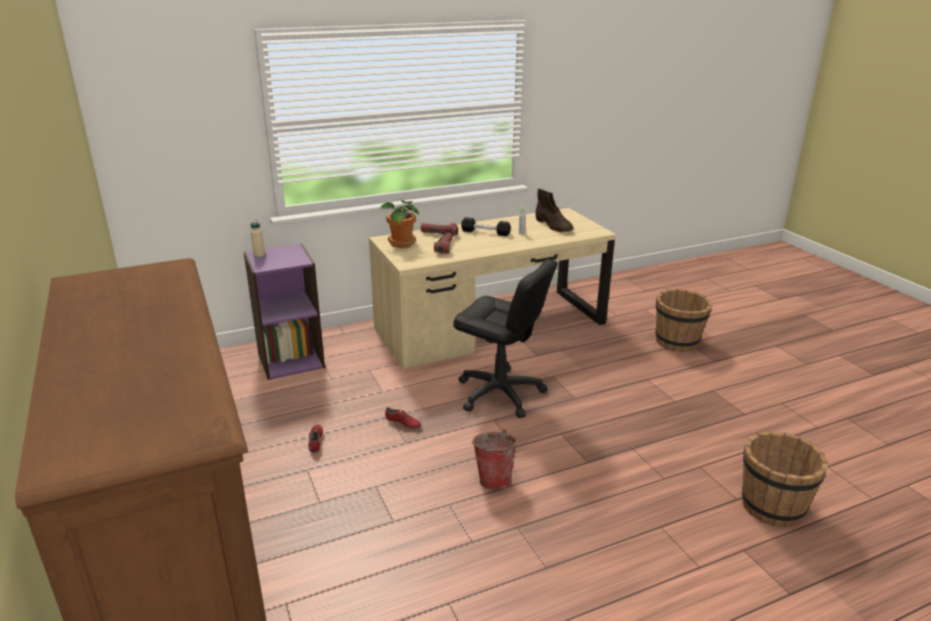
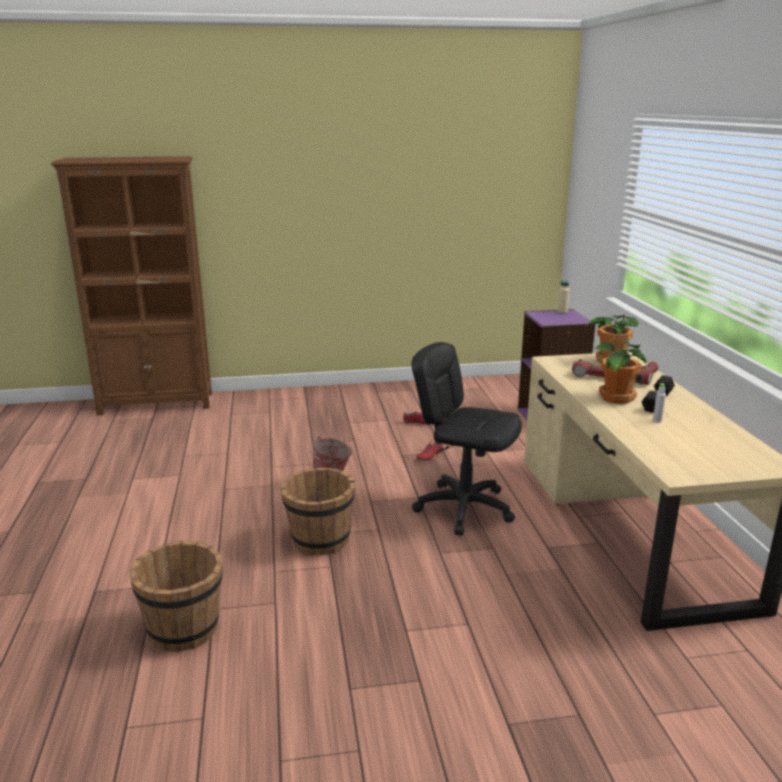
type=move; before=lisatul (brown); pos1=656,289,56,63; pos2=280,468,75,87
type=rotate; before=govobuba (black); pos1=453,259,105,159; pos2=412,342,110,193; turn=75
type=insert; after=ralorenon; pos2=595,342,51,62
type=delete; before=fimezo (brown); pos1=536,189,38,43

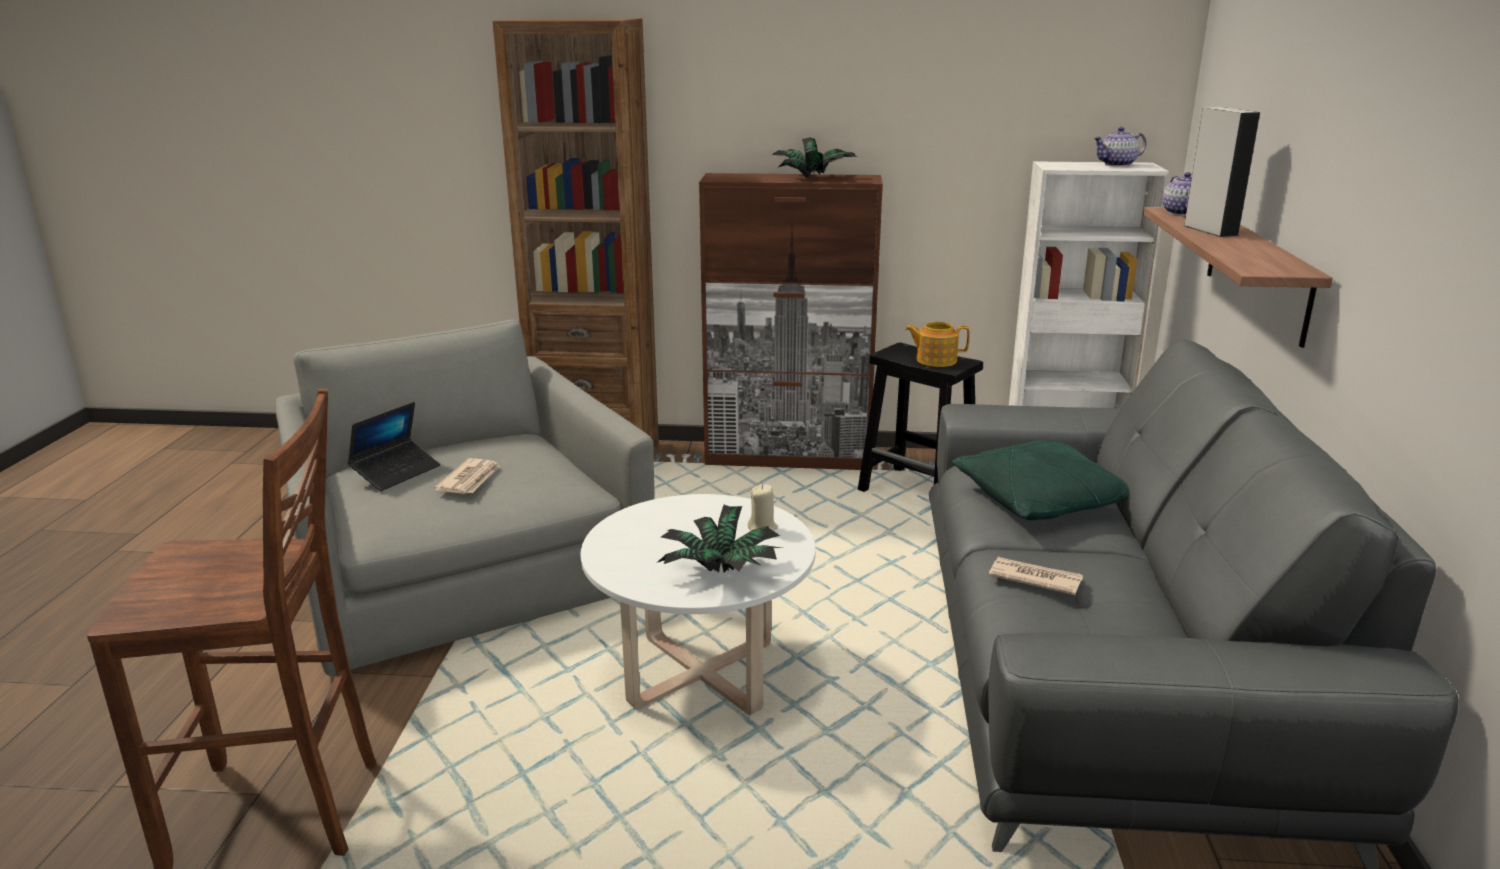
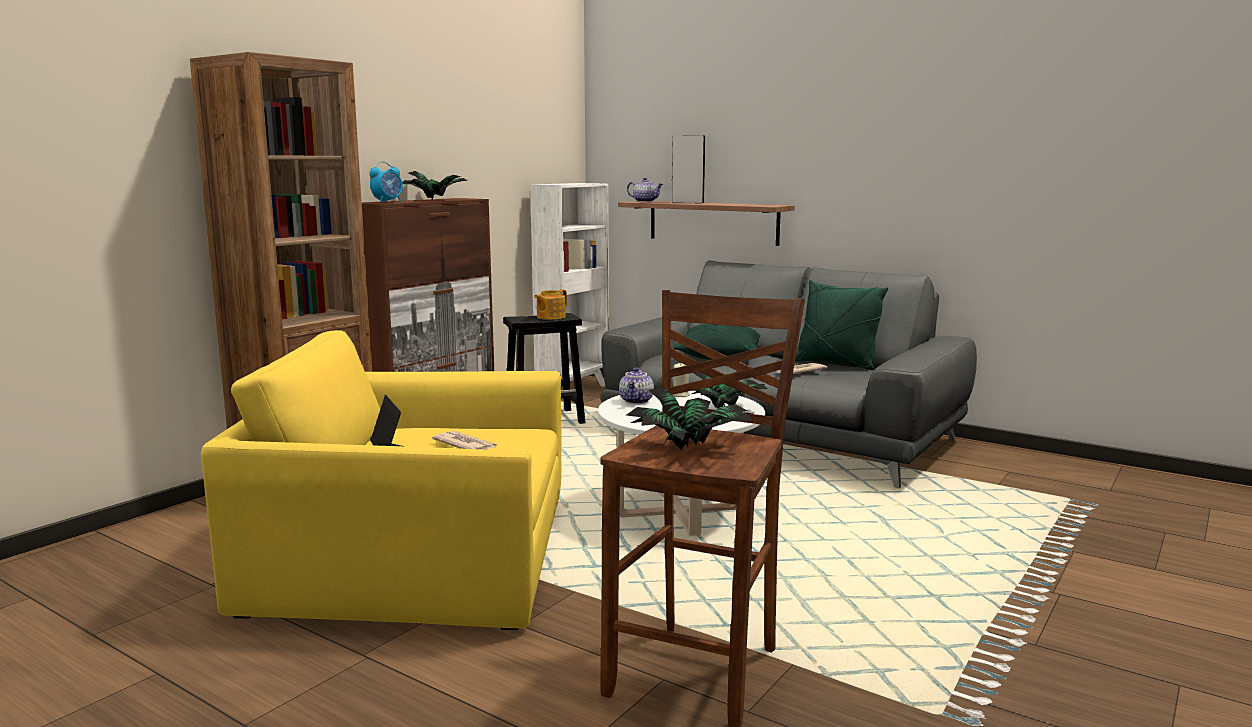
type=recolor; before=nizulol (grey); after=nizulol (yellow); pos1=275,319,380,357; pos2=201,330,361,300
type=insert; after=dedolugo; pos2=369,161,34,42
type=move; before=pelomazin; pos1=1093,127,53,40; pos2=619,368,35,36
type=insert; after=ralorenon; pos2=626,387,126,63
type=insert; after=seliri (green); pos2=795,280,93,90

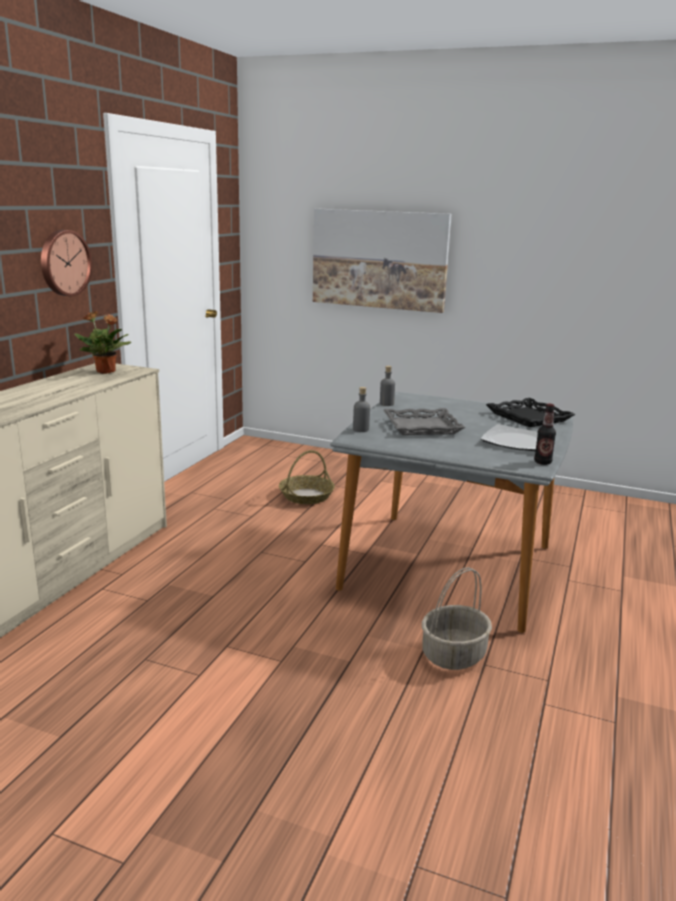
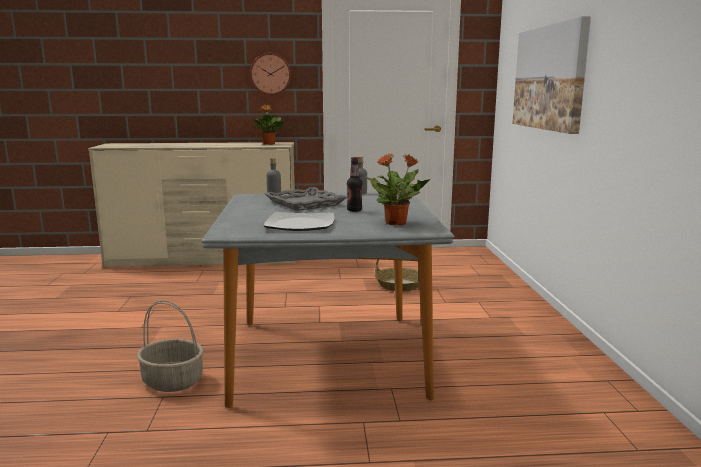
type=move; before=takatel; pos1=534,404,22,61; pos2=347,157,15,55
type=replace; before=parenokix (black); after=ralorenon; pos1=486,398,89,29; pos2=365,154,66,71

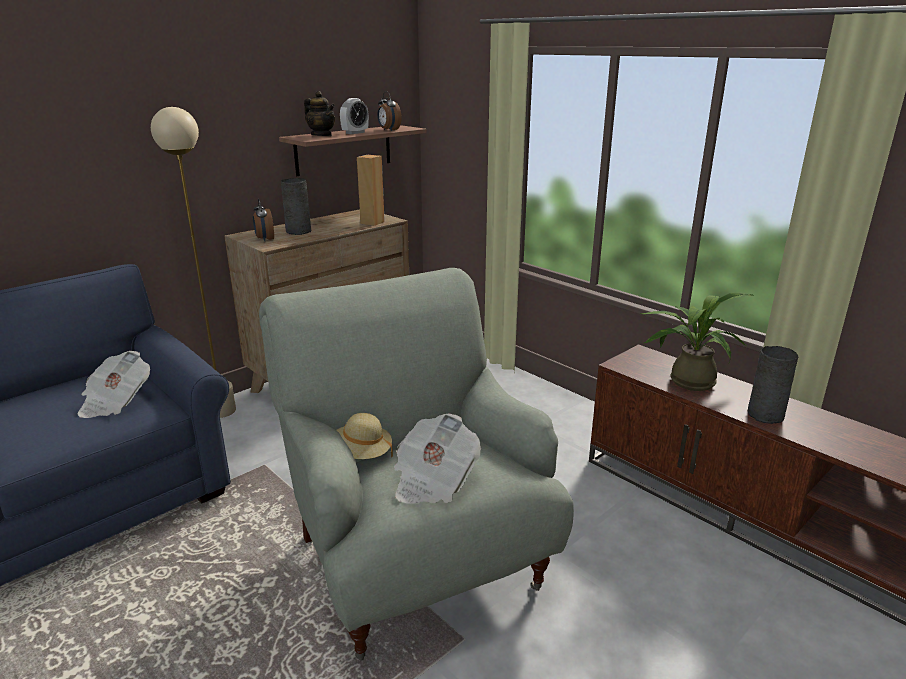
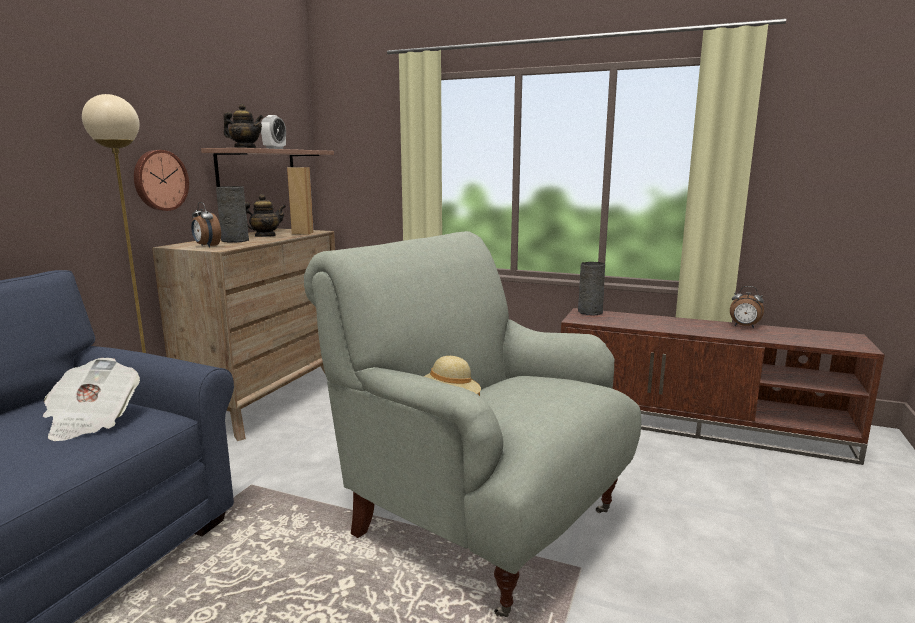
type=insert; after=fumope; pos2=134,150,55,61
type=insert; after=pelomazin; pos2=245,194,41,43
type=move; before=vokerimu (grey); pos1=748,346,51,78; pos2=578,262,27,54
type=move; before=dedolugo; pos1=377,91,25,40; pos2=730,286,34,42
type=delete; before=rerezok; pos1=394,413,87,91
type=delete; before=ralorenon; pos1=640,293,112,98

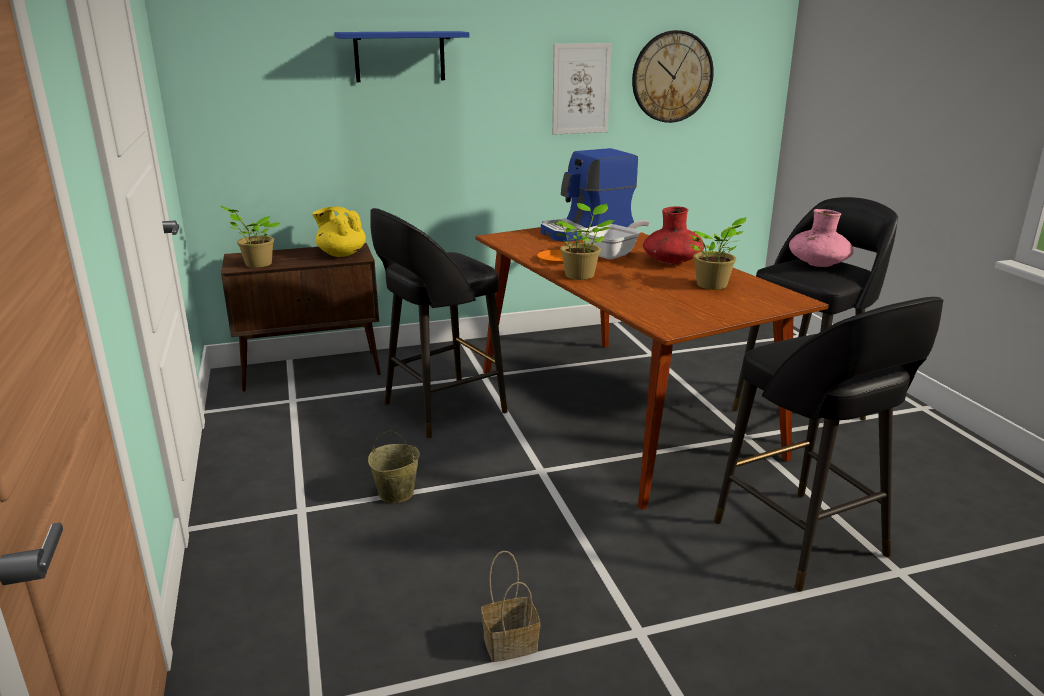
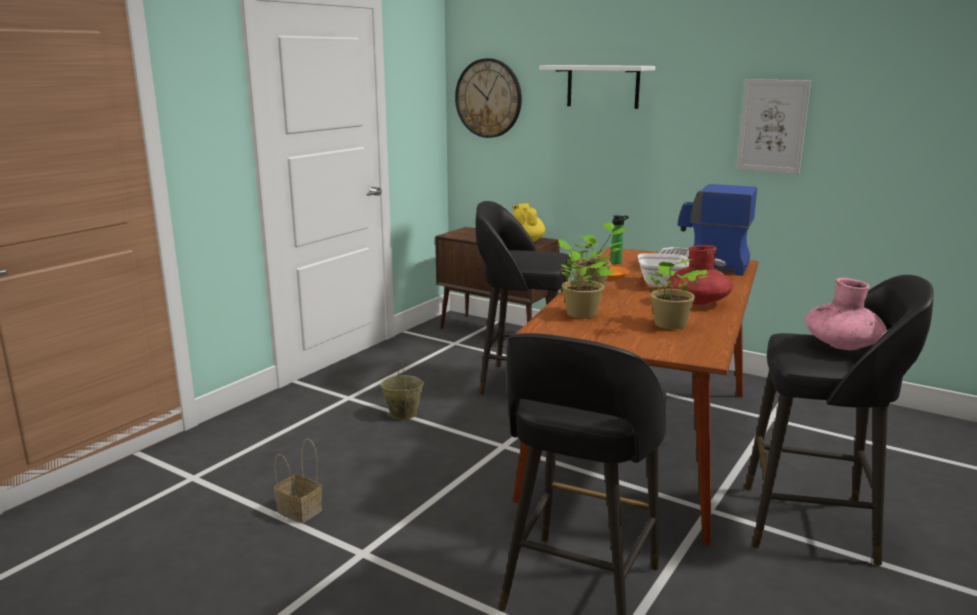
type=move; before=fumope; pos1=632,30,82,93; pos2=455,58,67,80
type=recolor; before=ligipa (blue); after=ligipa (white); pos1=334,31,135,51; pos2=539,65,116,44
type=move; before=ralorenon; pos1=220,206,60,62; pos2=558,239,56,80
type=insert; after=takatel; pos2=611,215,18,49

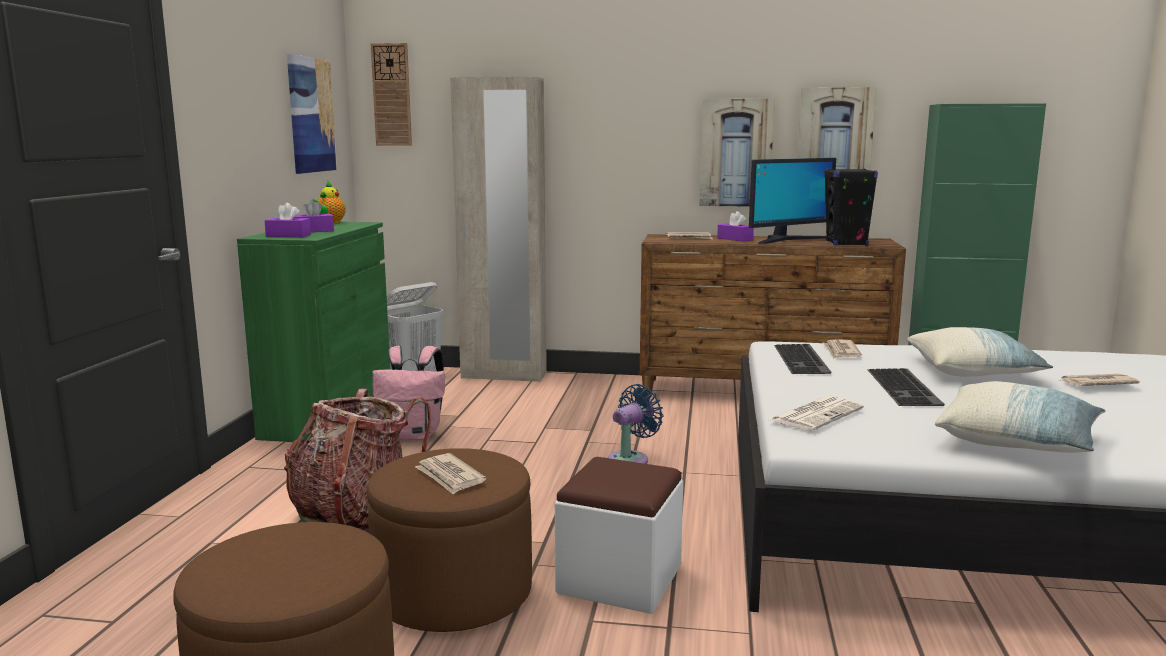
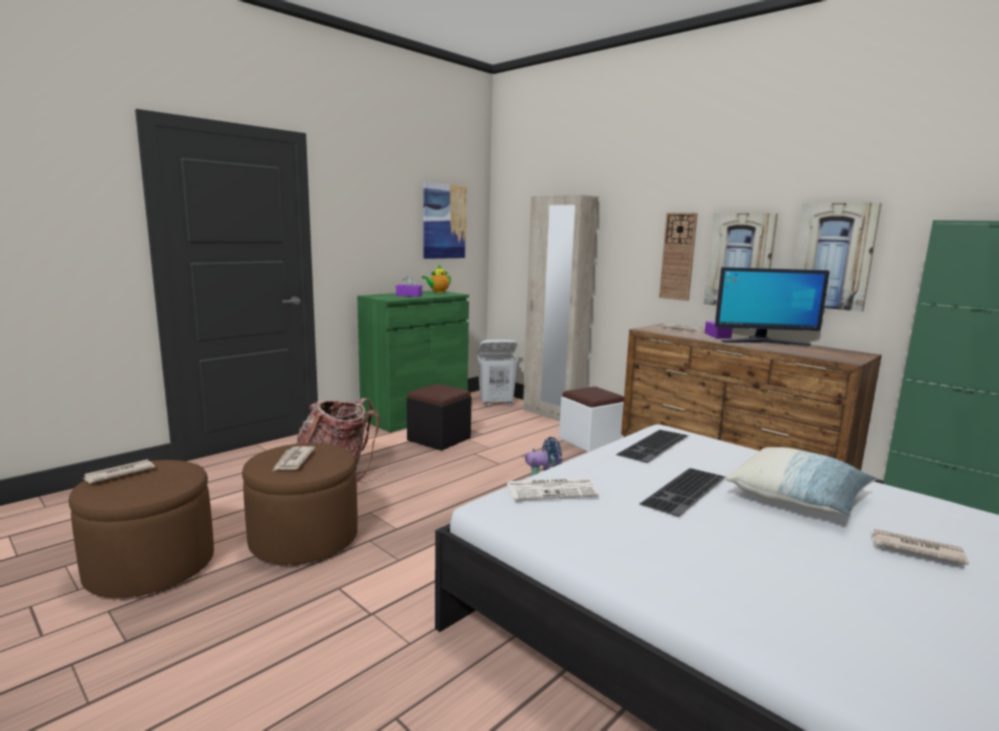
type=move; before=rerezok; pos1=823,339,39,20; pos2=82,460,73,23
type=replace; before=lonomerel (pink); after=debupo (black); pos1=372,346,73,94; pos2=407,384,64,67
type=move; before=debupo (white); pos1=555,457,128,157; pos2=559,386,65,66
type=move; before=fumope; pos1=371,43,41,103; pos2=659,213,39,88
type=delete; before=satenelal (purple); pos1=265,203,46,34
type=delete; before=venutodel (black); pos1=824,168,54,78
type=delete; before=seliri; pos1=935,381,170,72

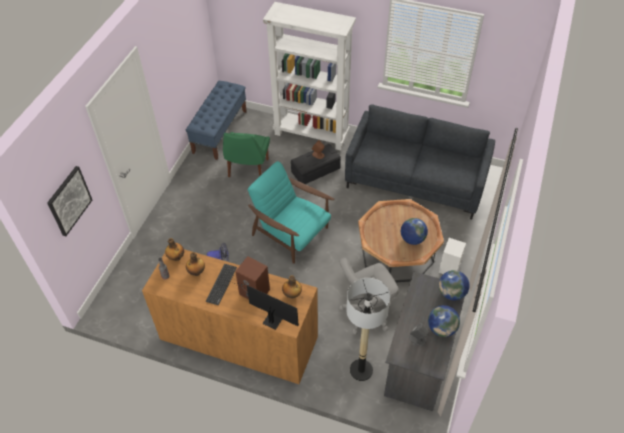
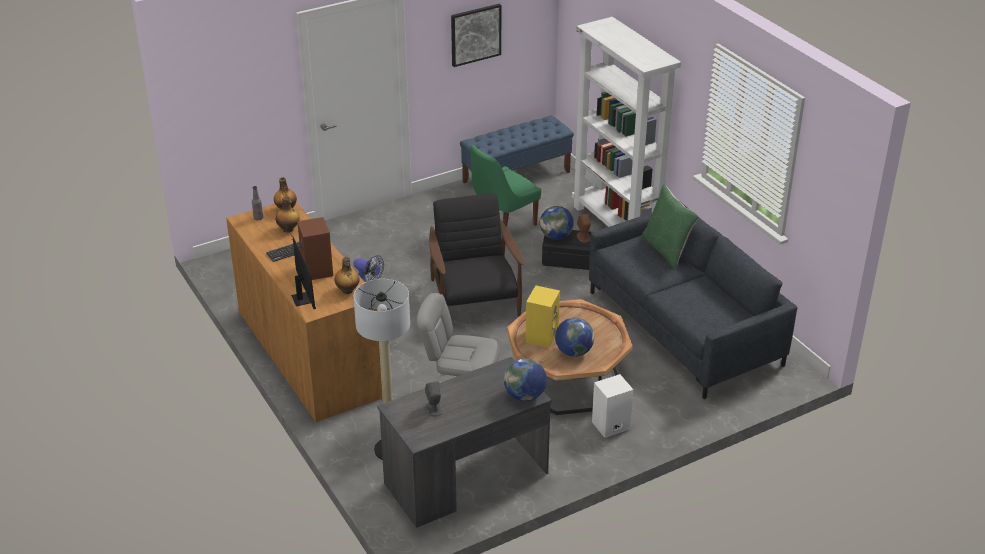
type=recolor; before=nizulol (turquoise); after=nizulol (black); pos1=247,161,87,103; pos2=429,194,95,122
type=move; before=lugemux; pos1=47,166,45,70; pos2=451,4,50,63
type=insert; after=venutodel (yellow); pos2=525,286,35,62
type=move; before=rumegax; pos1=428,305,32,32; pos2=540,206,34,34
type=insert; after=seliri (green); pos2=642,184,57,85

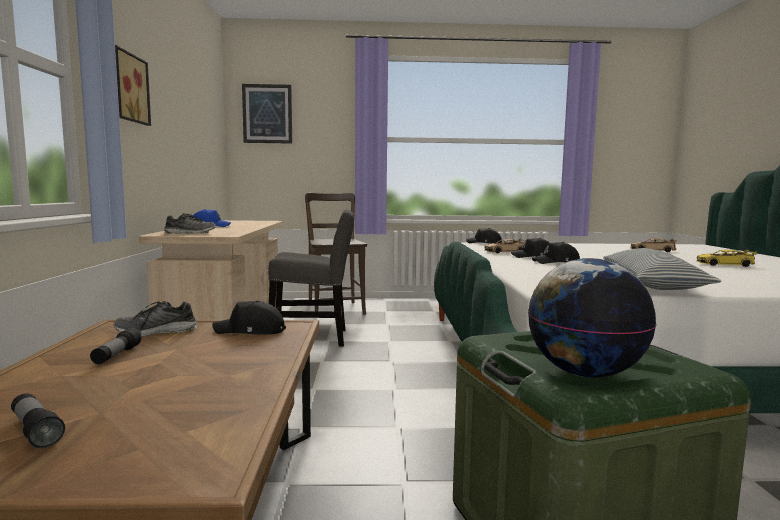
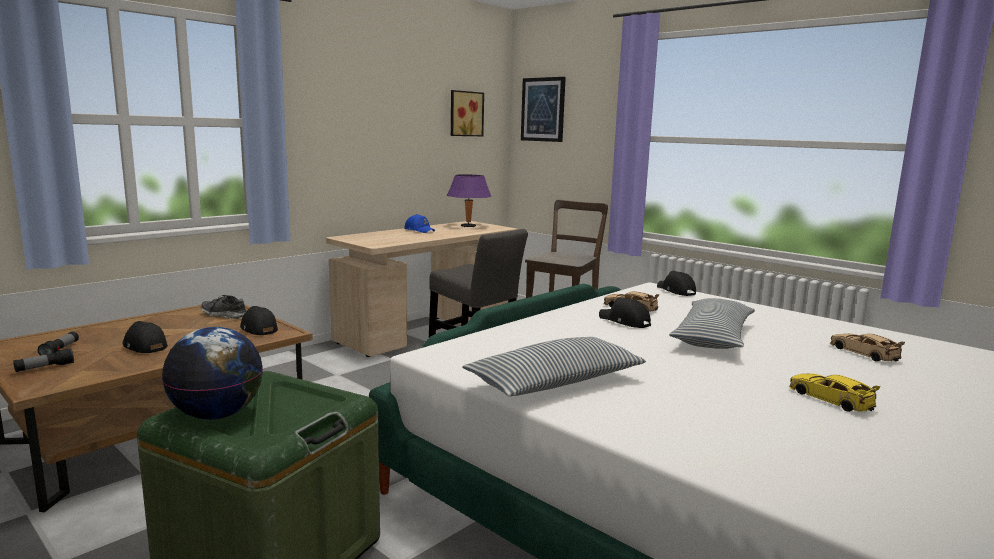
type=move; before=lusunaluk; pos1=90,328,52,36; pos2=13,348,61,24
type=move; before=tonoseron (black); pos1=532,242,48,22; pos2=123,321,45,32
type=insert; after=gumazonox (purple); pos2=447,174,45,53
type=move; before=lugemux; pos1=115,45,36,81; pos2=451,90,33,46
type=insert; after=seliri; pos2=669,298,86,51
type=delete; before=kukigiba; pos1=164,213,52,21

